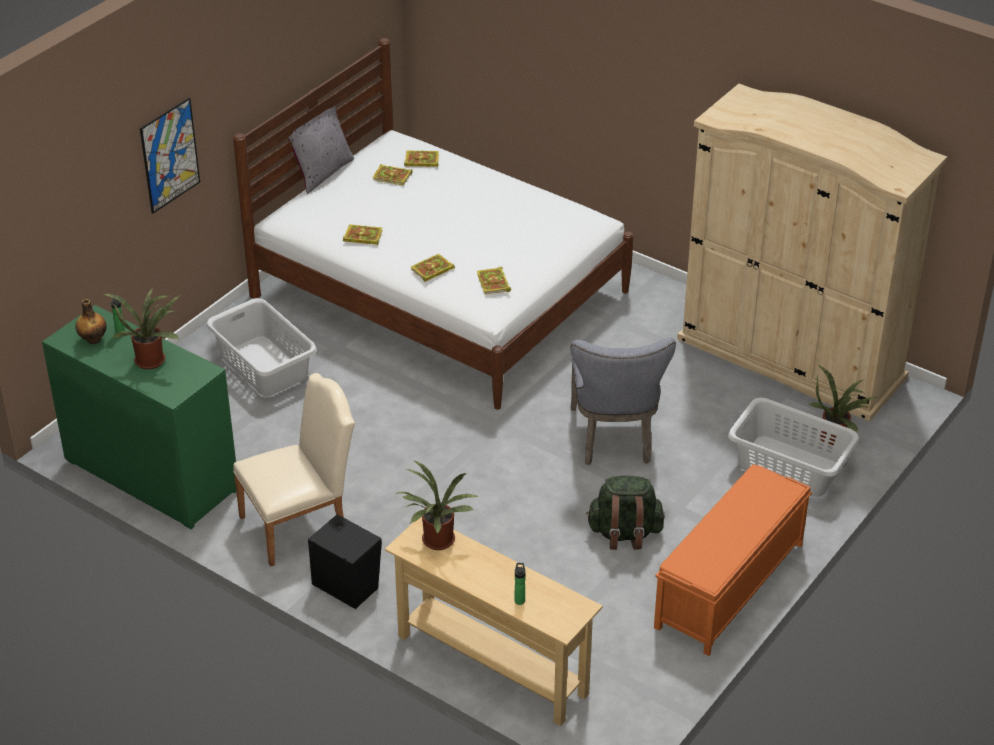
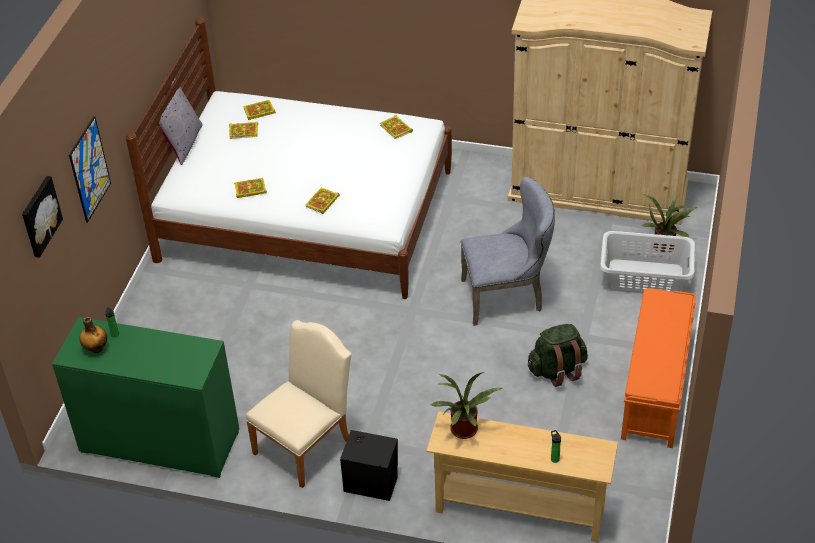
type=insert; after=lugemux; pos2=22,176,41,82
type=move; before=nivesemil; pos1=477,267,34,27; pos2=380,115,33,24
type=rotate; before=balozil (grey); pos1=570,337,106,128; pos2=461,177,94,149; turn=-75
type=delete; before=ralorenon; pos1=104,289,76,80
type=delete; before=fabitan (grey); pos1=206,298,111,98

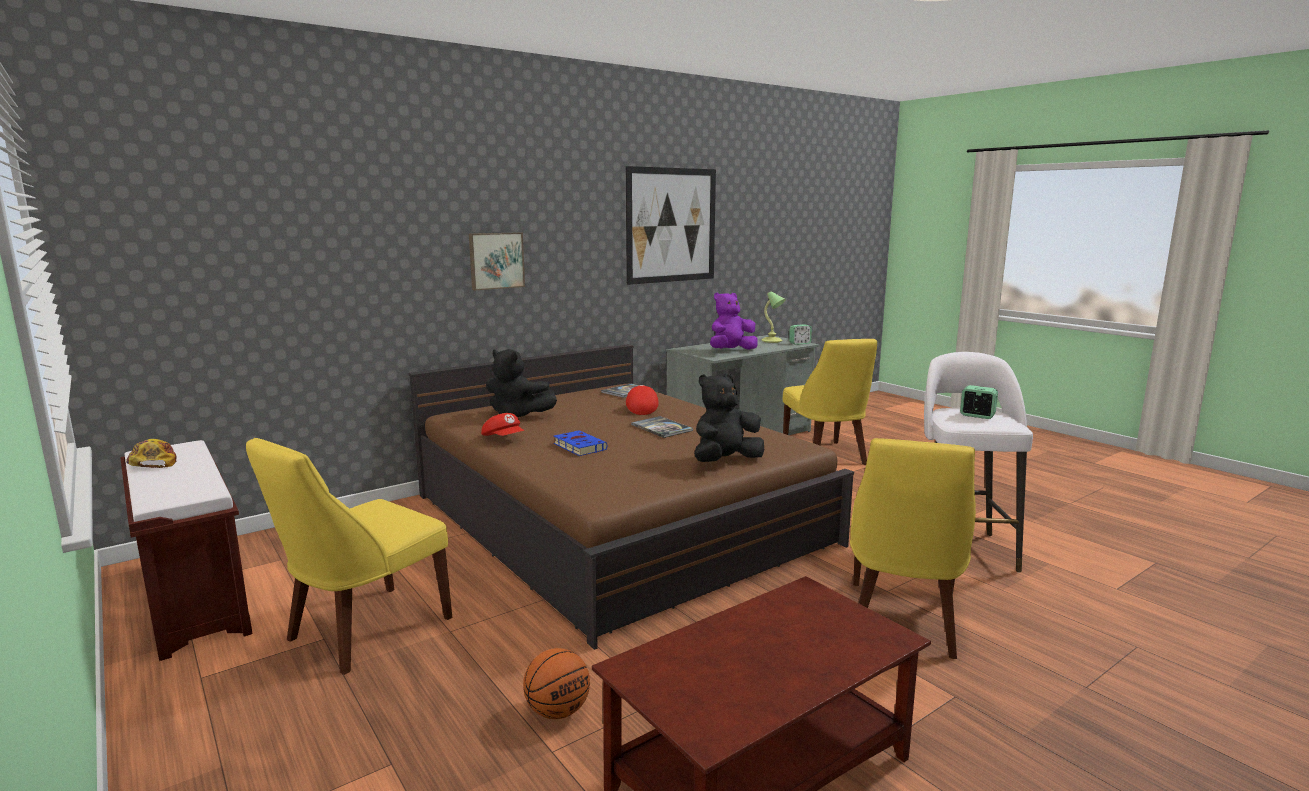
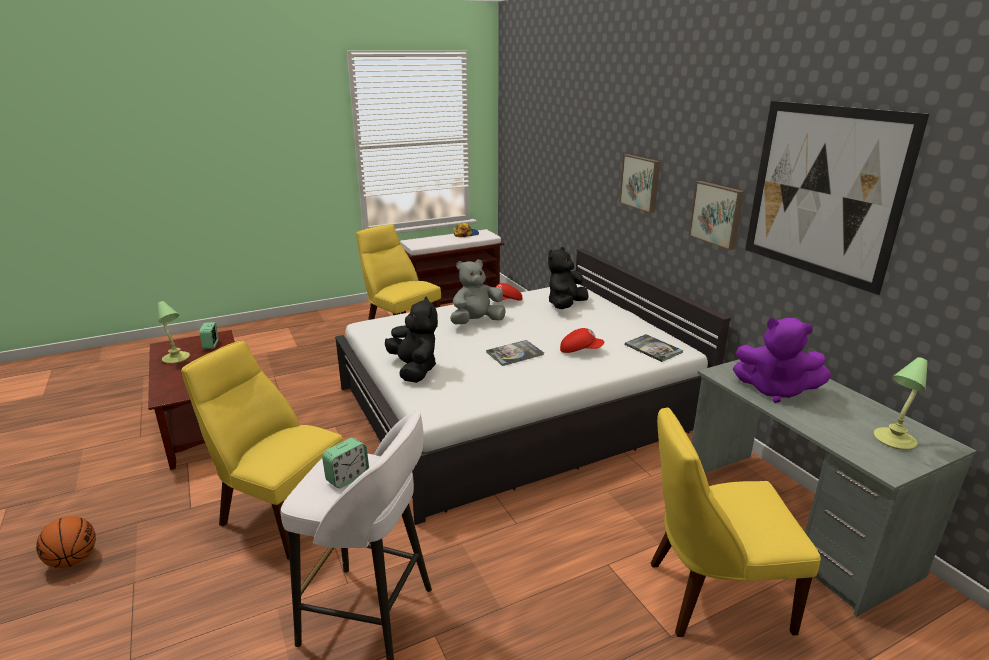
type=move; before=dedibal; pos1=523,648,67,71; pos2=36,516,60,52
type=insert; after=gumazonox; pos2=158,301,32,63
type=move; before=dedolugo; pos1=789,325,23,20; pos2=200,322,19,27
type=recolor; before=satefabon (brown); after=satefabon (white); pos1=409,344,445,306; pos2=335,248,396,277
type=replace; before=nivesemil (blue); after=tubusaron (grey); pos1=554,430,53,26; pos2=450,259,56,65
type=insert; after=lugemux; pos2=689,181,55,69
type=rotate; before=tubusaron (purple); pos1=710,292,48,58; pos2=733,318,98,85; turn=135

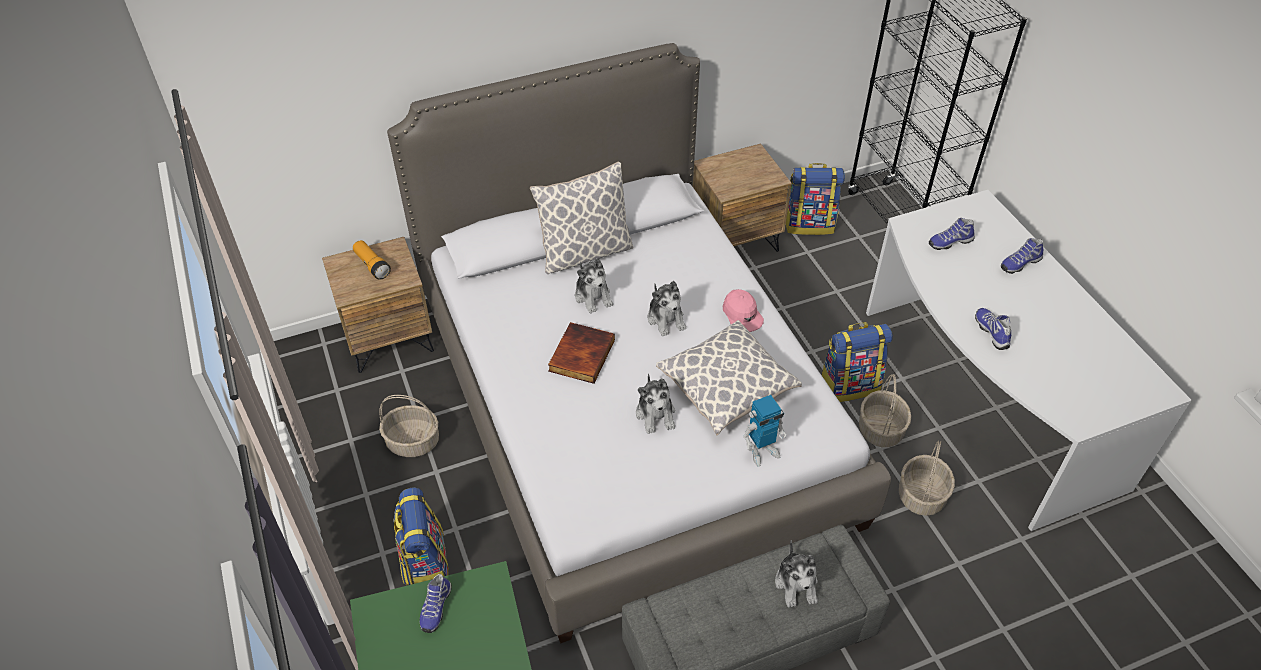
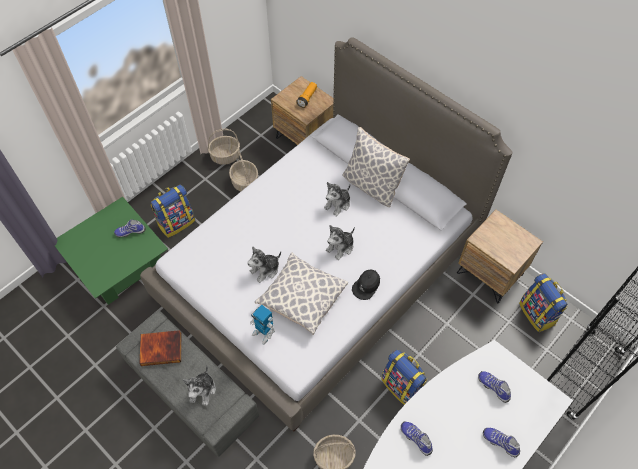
type=move; before=nivesemil; pos1=548,322,67,62; pos2=140,330,41,36
type=rotate; before=tubusaron; pos1=775,540,43,67; pos2=183,365,33,41; turn=-45
type=move; before=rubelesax; pos1=859,374,52,73; pos2=208,129,32,36
type=recolor; before=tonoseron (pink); after=tonoseron (black); pos1=723,289,41,43; pos2=352,270,28,30
type=rotate; before=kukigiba; pos1=975,308,36,42; pos2=401,421,32,35; turn=-90

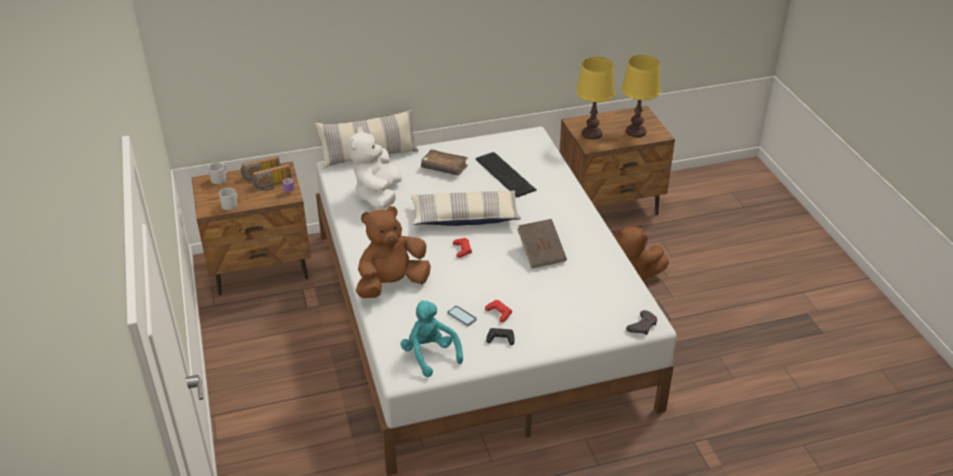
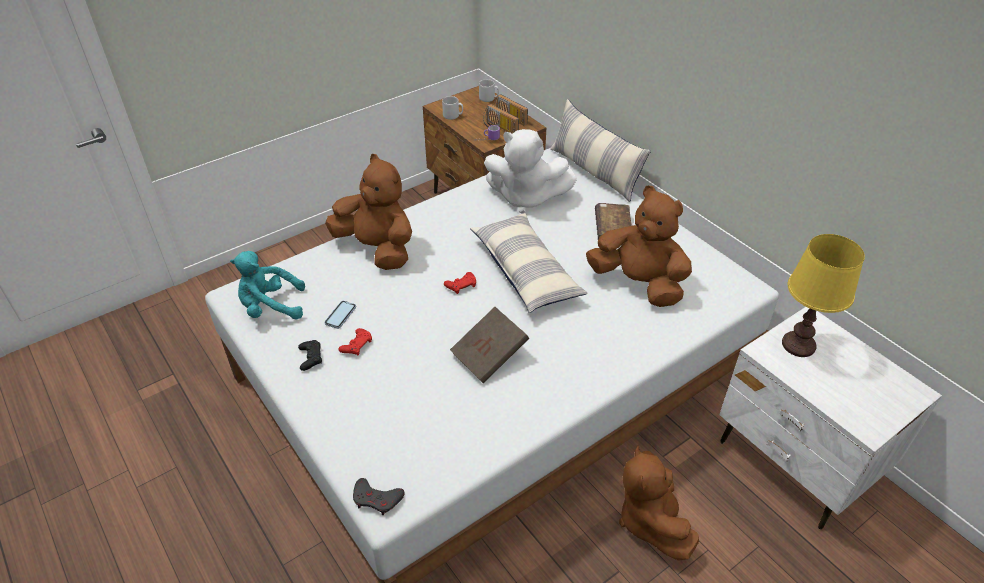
type=rotate; before=tubusaron (turquoise); pos1=400,300,63,77; pos2=230,251,75,68; turn=-135
type=rotate; before=tubusaron (white); pos1=348,127,54,83; pos2=484,129,93,84; turn=-150
type=replace; before=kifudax; after=tubusaron (brown); pos1=476,152,61,45; pos2=586,185,106,122
type=recolor; before=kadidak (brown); after=kadidak (white); pos1=559,106,116,109; pos2=719,307,223,222
type=delete; before=gumazonox (yellow); pos1=622,55,38,82

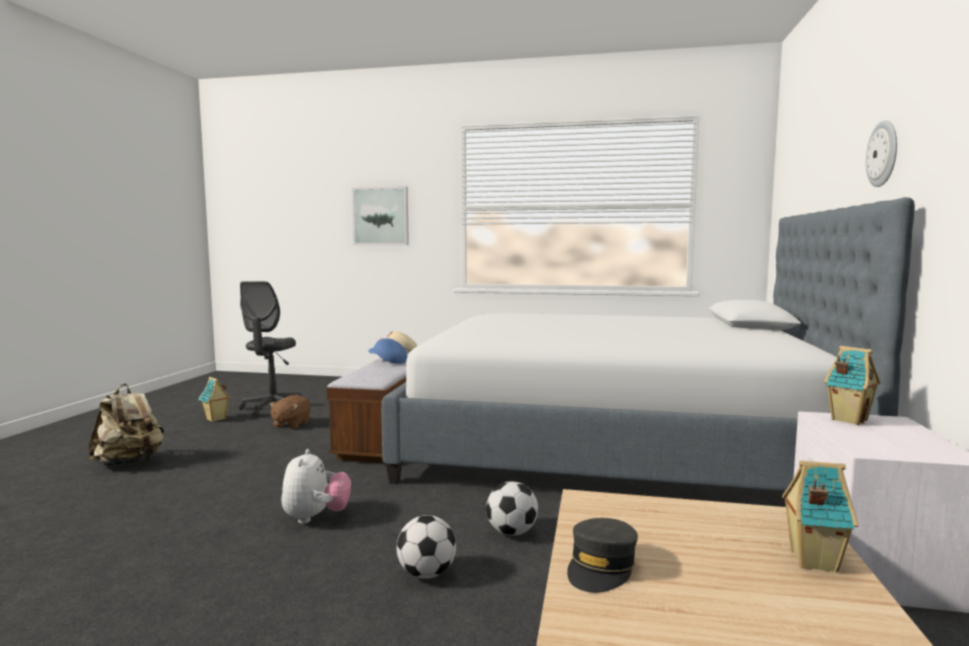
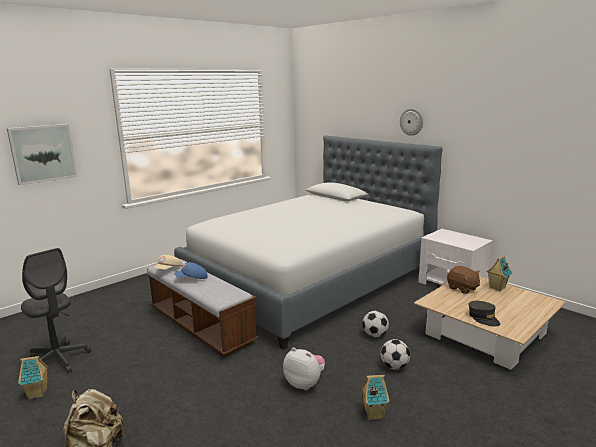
type=move; before=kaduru; pos1=824,346,57,79; pos2=360,375,30,45
type=move; before=tubusaron (brown); pos1=269,395,42,34; pos2=447,266,33,28

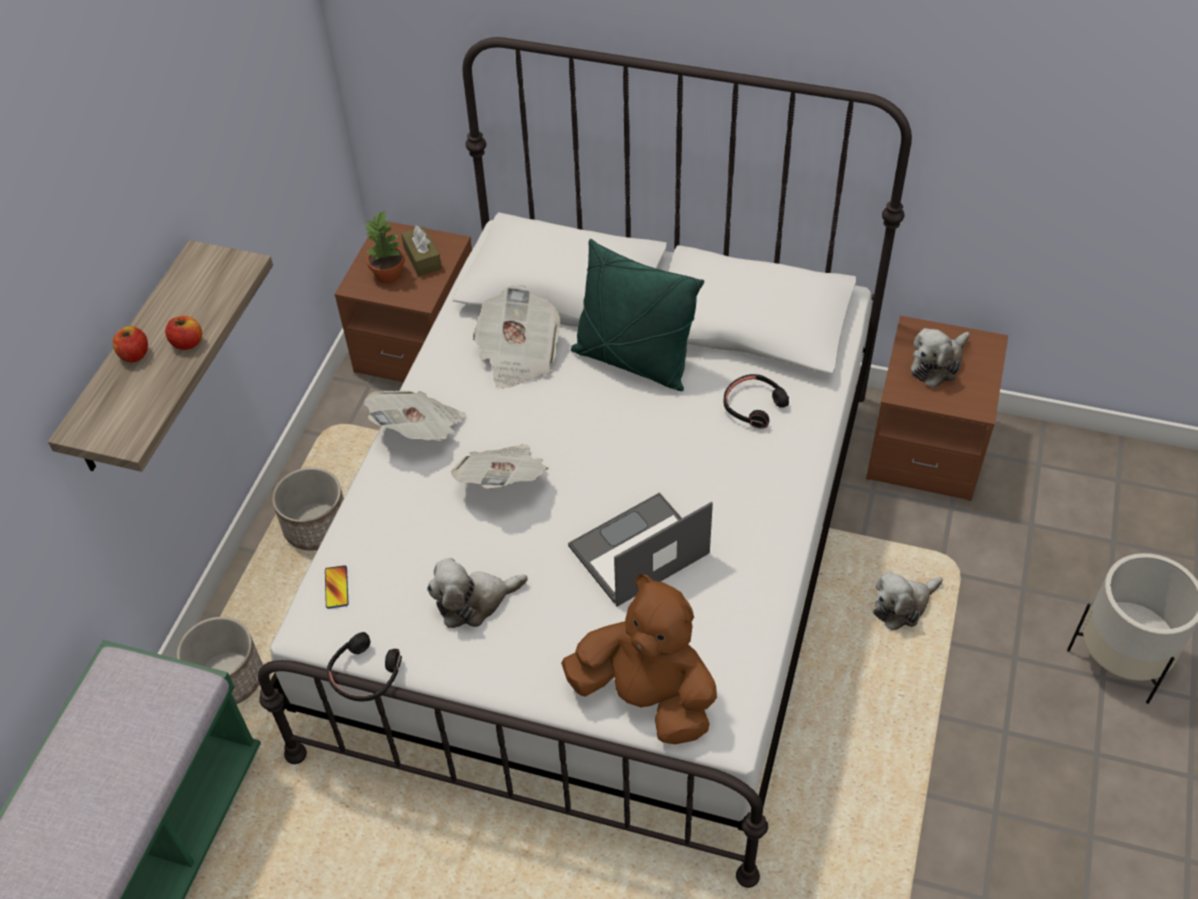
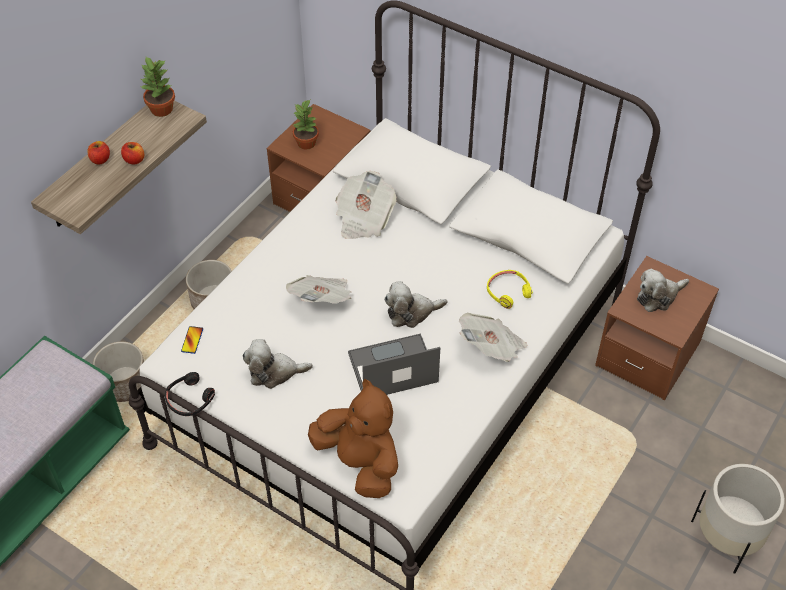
type=insert; after=ralorenon; pos2=141,57,34,60
type=move; before=tubusaron; pos1=873,571,70,59; pos2=384,281,64,47
type=move; before=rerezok; pos1=364,391,102,50; pos2=459,313,69,49
type=recolor; before=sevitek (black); after=sevitek (yellow); pos1=723,374,66,55; pos2=487,270,46,39
type=delete; before=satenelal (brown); pos1=401,225,41,51
type=delete; before=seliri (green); pos1=571,239,133,152

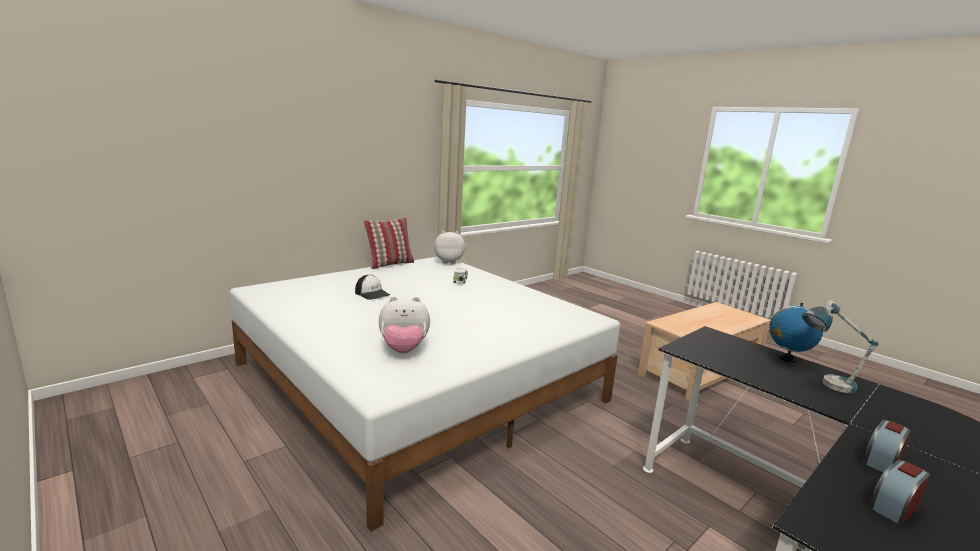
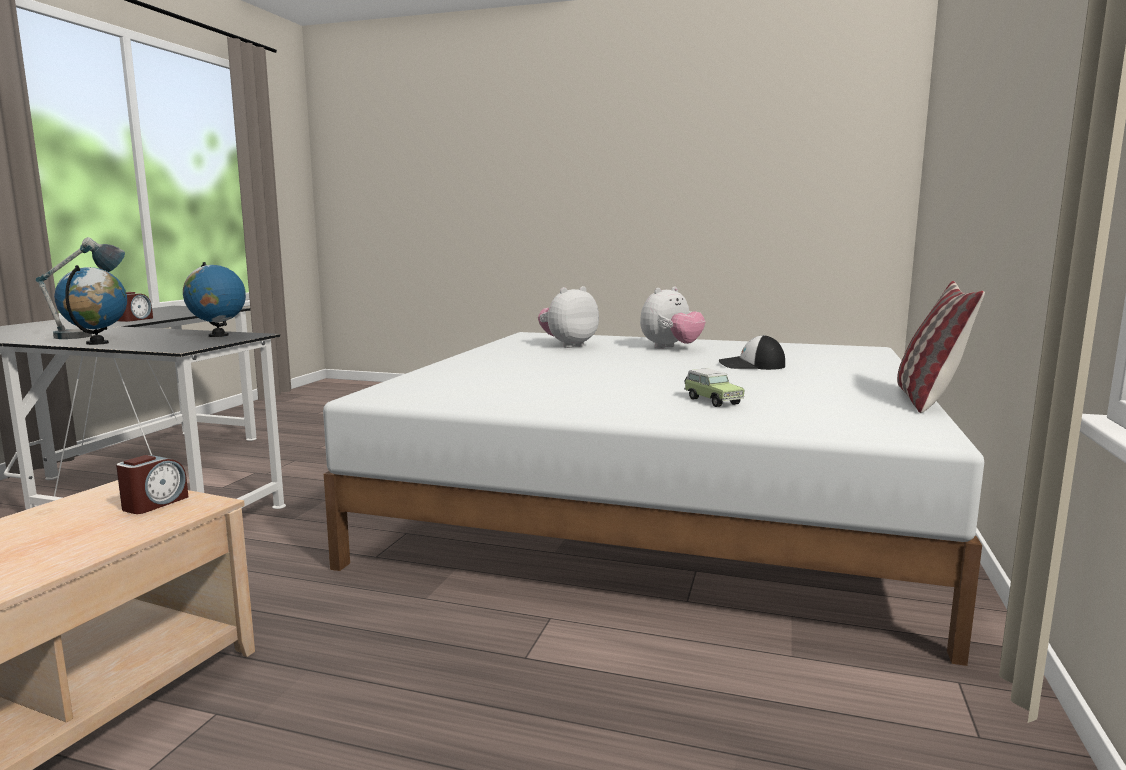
type=move; before=dedolugo; pos1=870,460,60,65; pos2=116,455,73,59
type=insert; after=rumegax; pos2=183,262,63,75
type=move; before=tubusaron; pos1=434,231,31,33; pos2=640,287,65,62

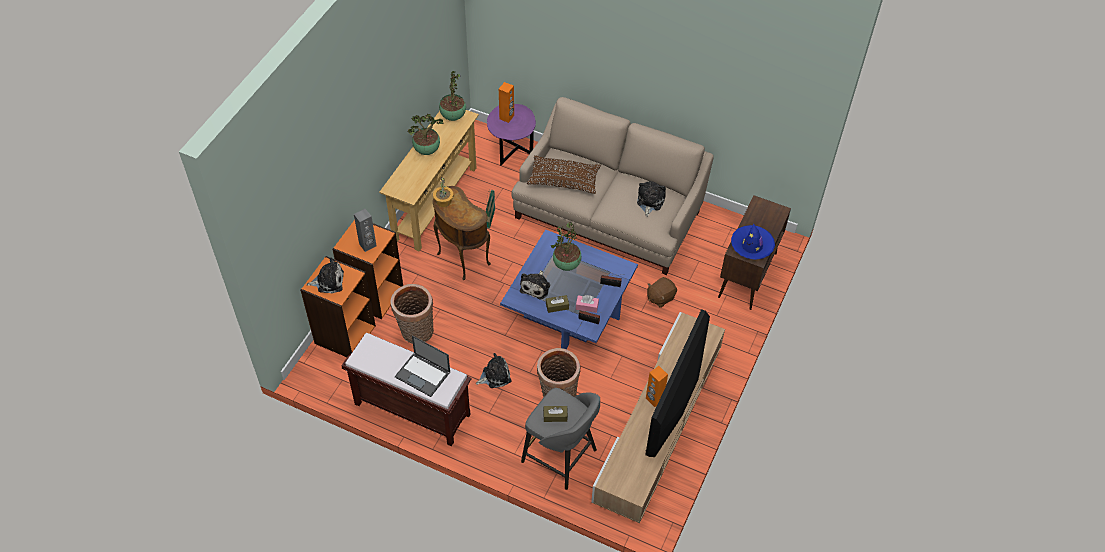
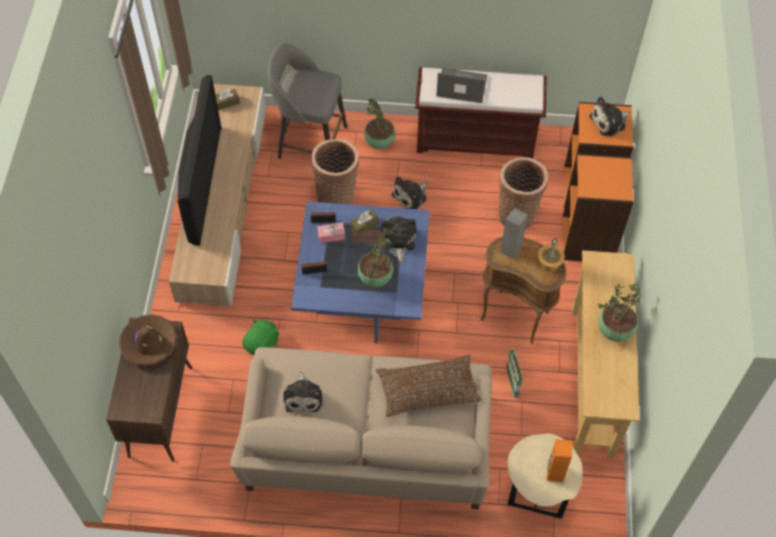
type=recolor; before=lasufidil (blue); after=lasufidil (brown); pos1=731,223,44,37; pos2=119,314,58,52
type=move; before=satenelal (brown); pos1=543,406,25,16; pos2=215,88,25,22
type=recolor; before=tubusaron (brown); after=tubusaron (green); pos1=647,277,30,31; pos2=242,319,37,36
type=move; before=ralorenon; pos1=439,71,27,50; pos2=364,99,31,50
type=move; before=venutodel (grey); pos1=354,209,23,43; pos2=500,208,28,51
type=recolor; before=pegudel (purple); after=pegudel (beige); pos1=487,104,49,61; pos2=507,434,76,85
type=delete; before=venutodel (orange); pos1=646,366,22,41

